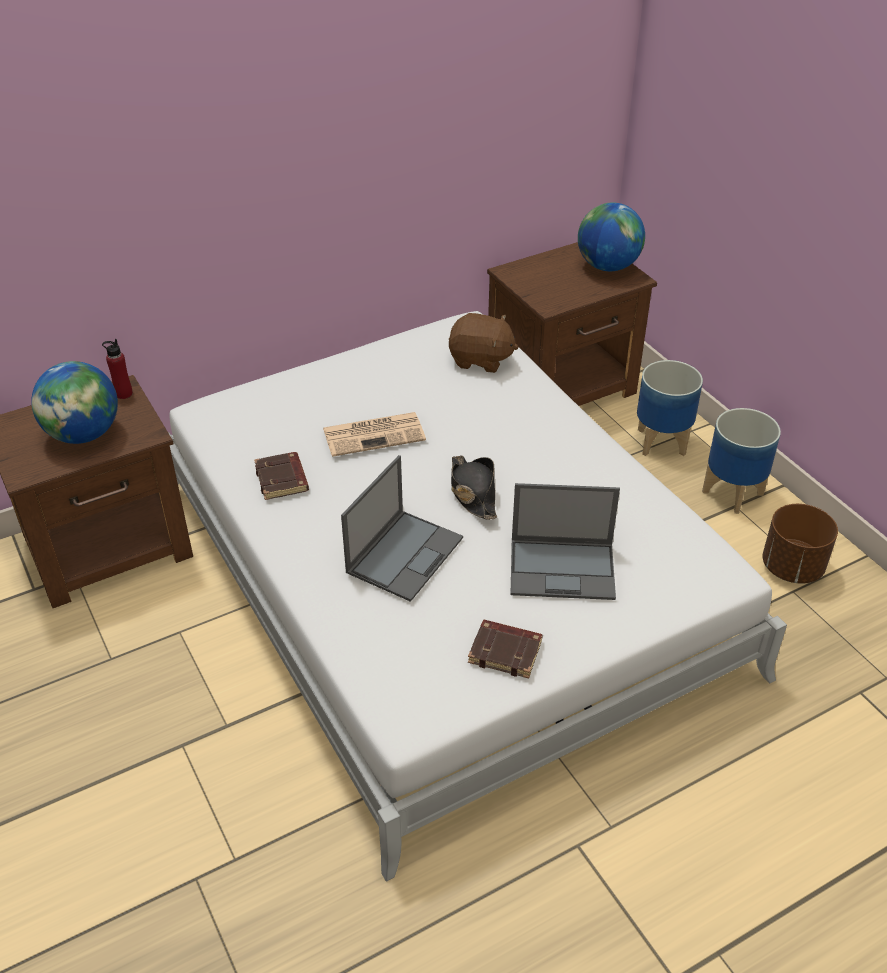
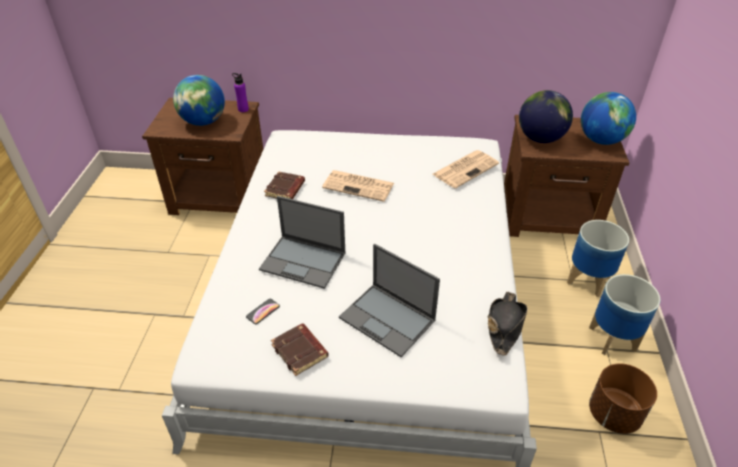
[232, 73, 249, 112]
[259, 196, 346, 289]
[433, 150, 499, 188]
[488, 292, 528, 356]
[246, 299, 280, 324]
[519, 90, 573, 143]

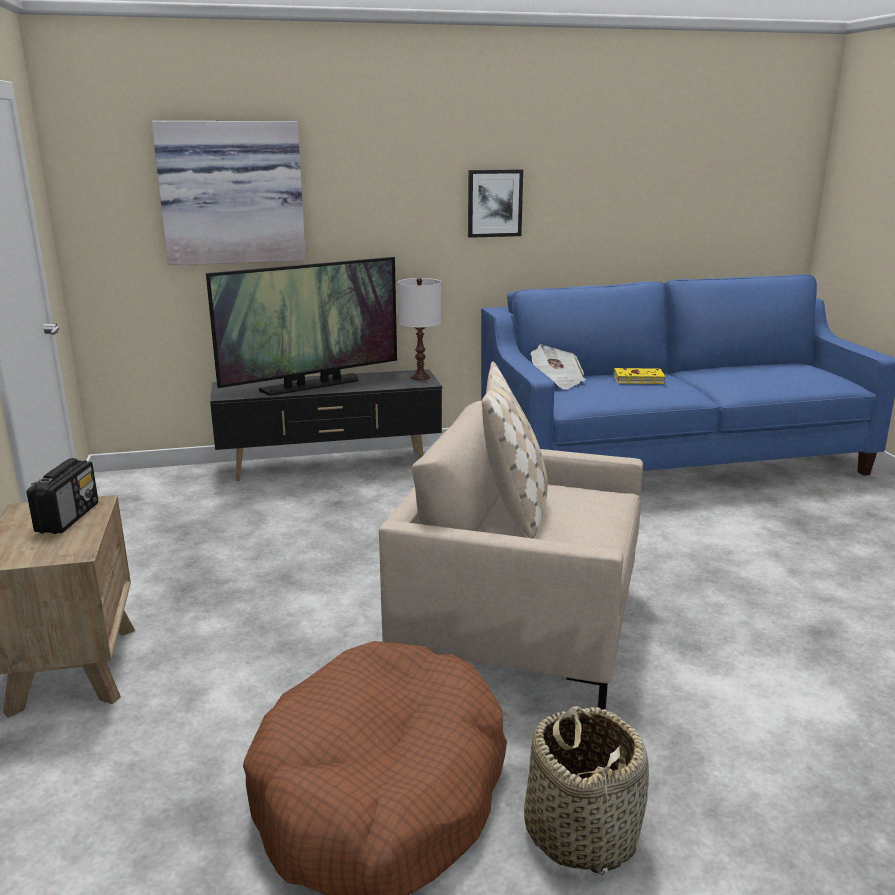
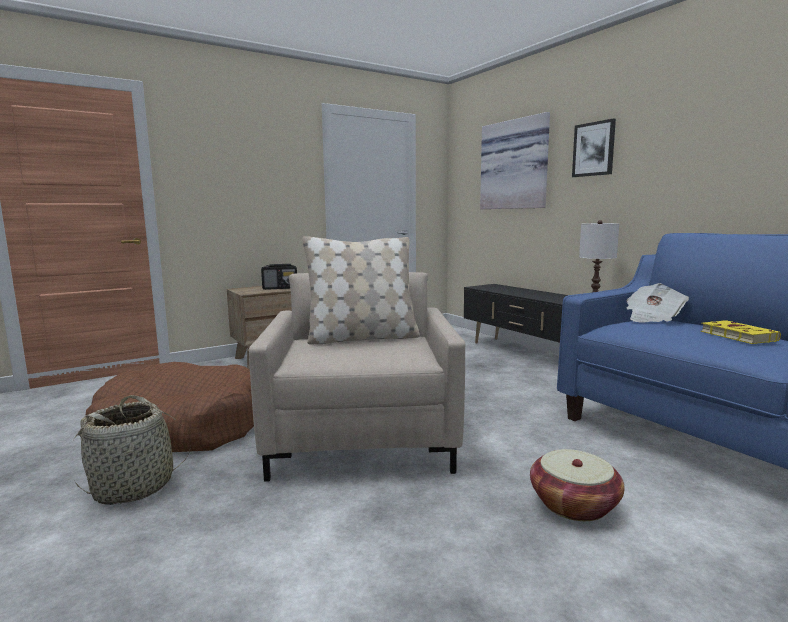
[206, 257, 397, 396] (first image)
[572, 118, 616, 177]
[530, 449, 625, 521]

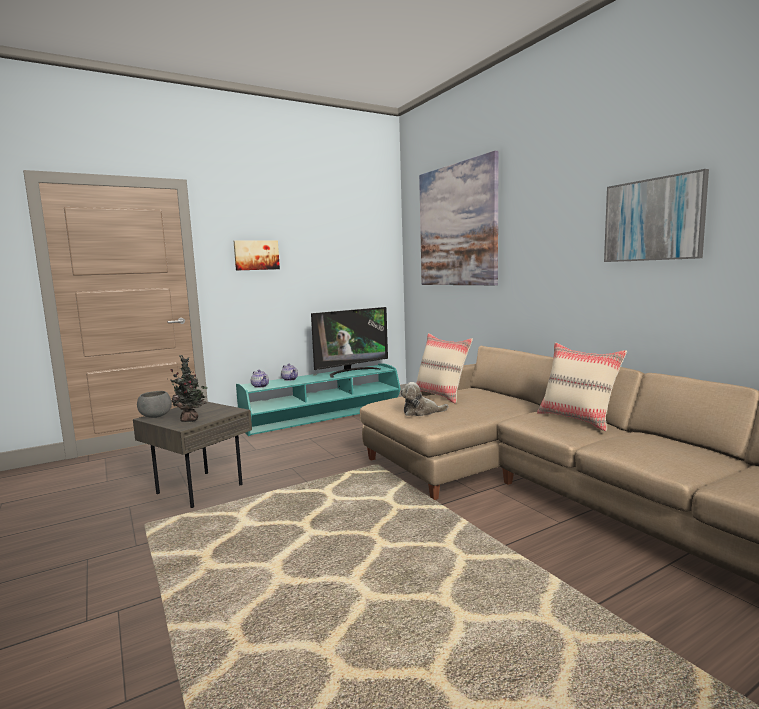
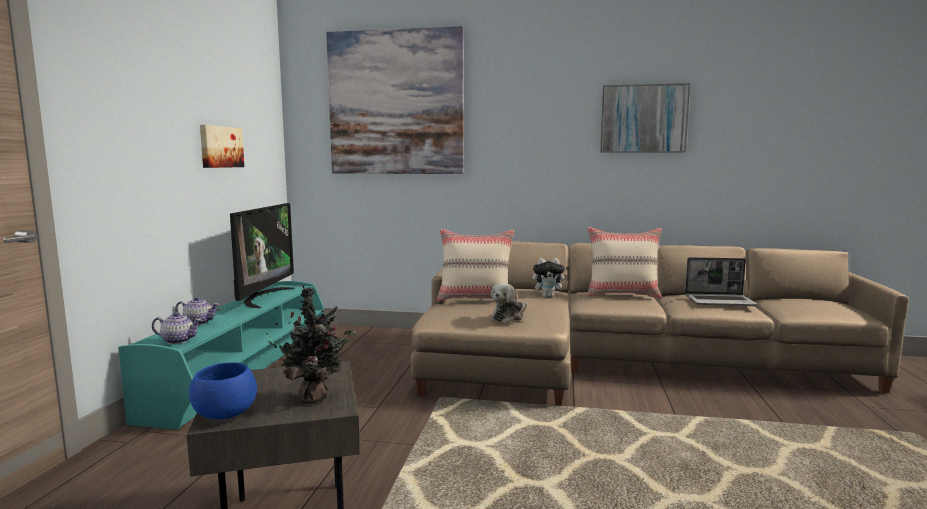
[189, 362, 257, 420]
[200, 125, 244, 168]
[532, 258, 568, 297]
[685, 257, 758, 306]

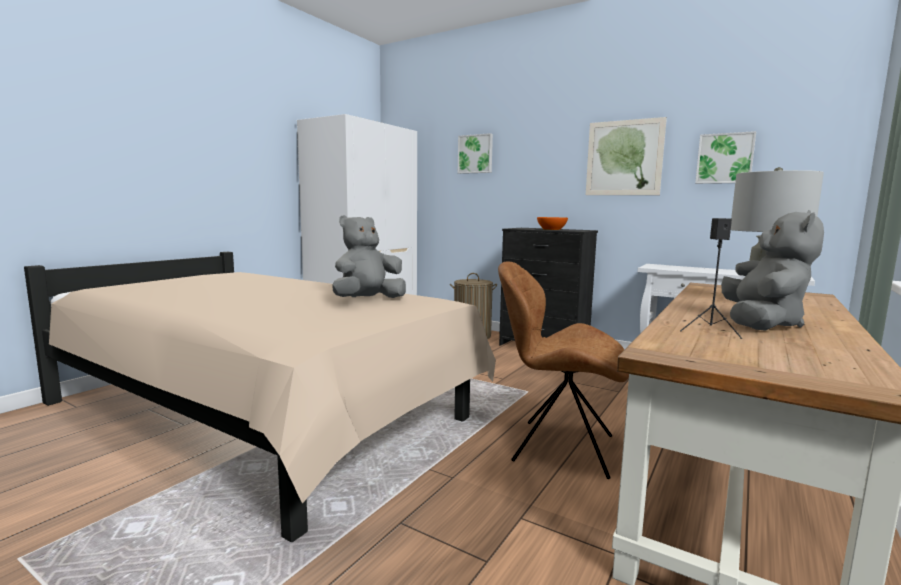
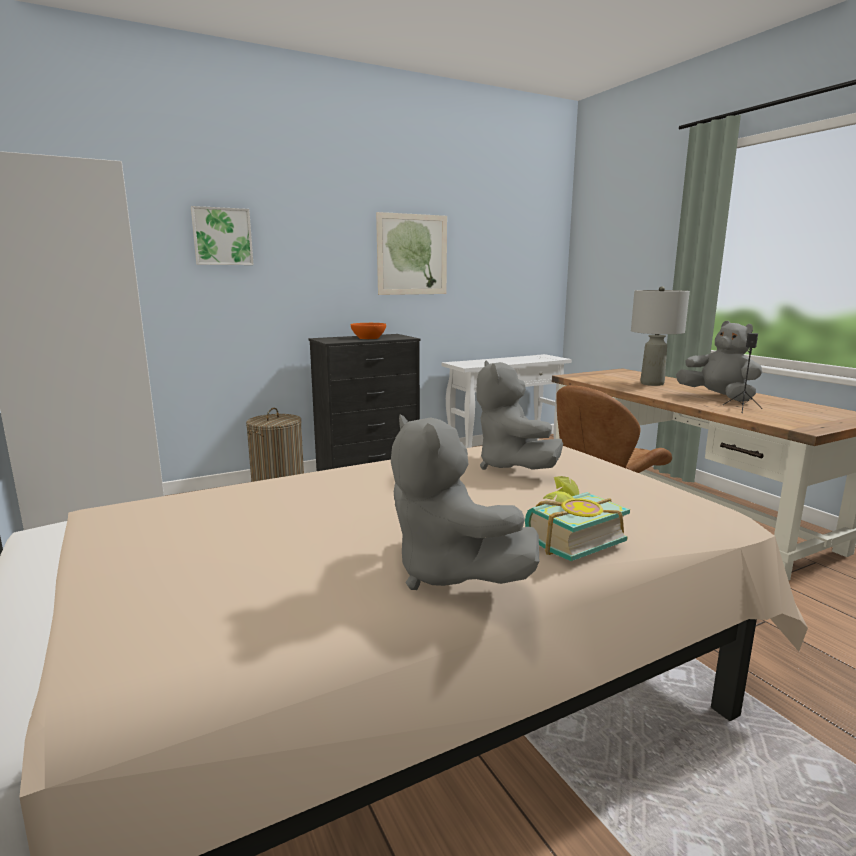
[695, 131, 756, 184] (first image)
[391, 415, 539, 590]
[525, 476, 630, 561]

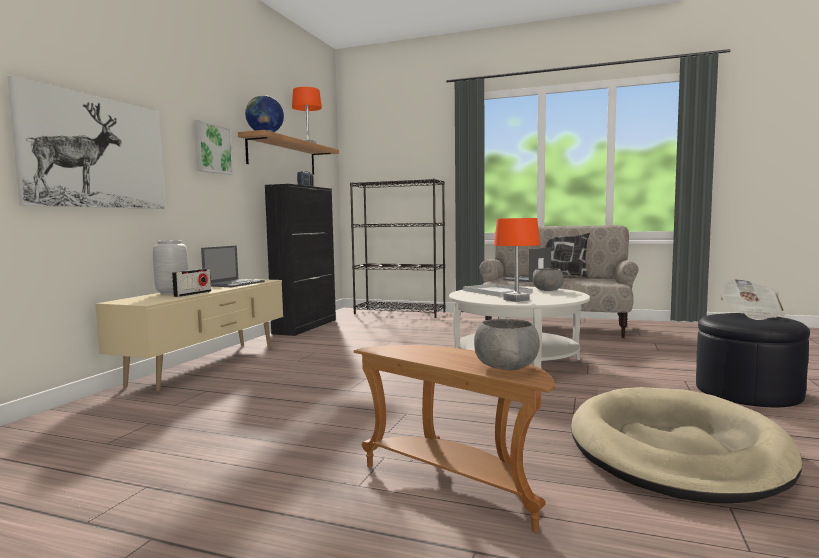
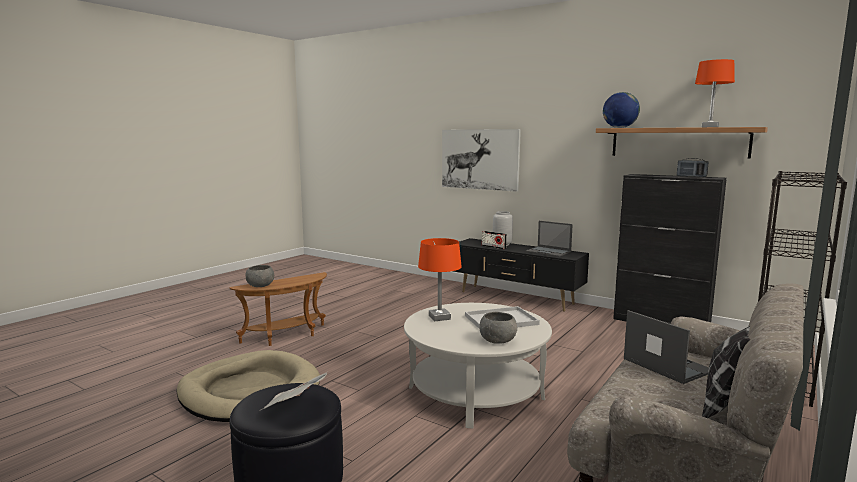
[454, 238, 589, 312]
[194, 120, 234, 175] (first image)

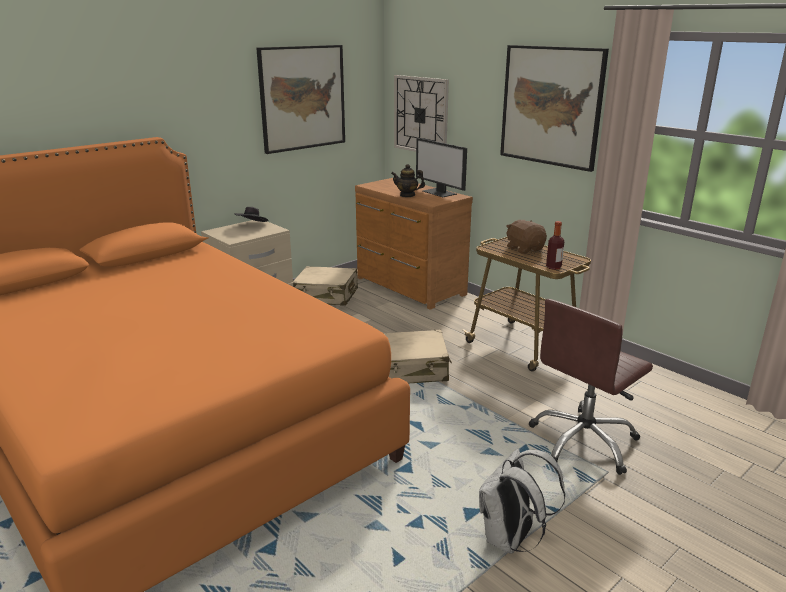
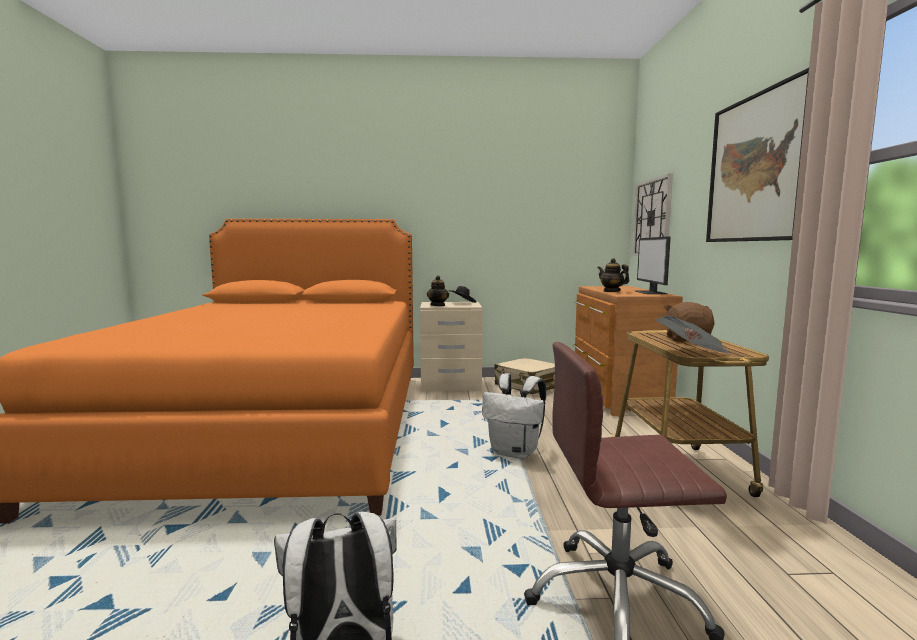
[256, 45, 345, 154] (first image)
[482, 373, 546, 459]
[656, 316, 731, 353]
[427, 275, 449, 306]

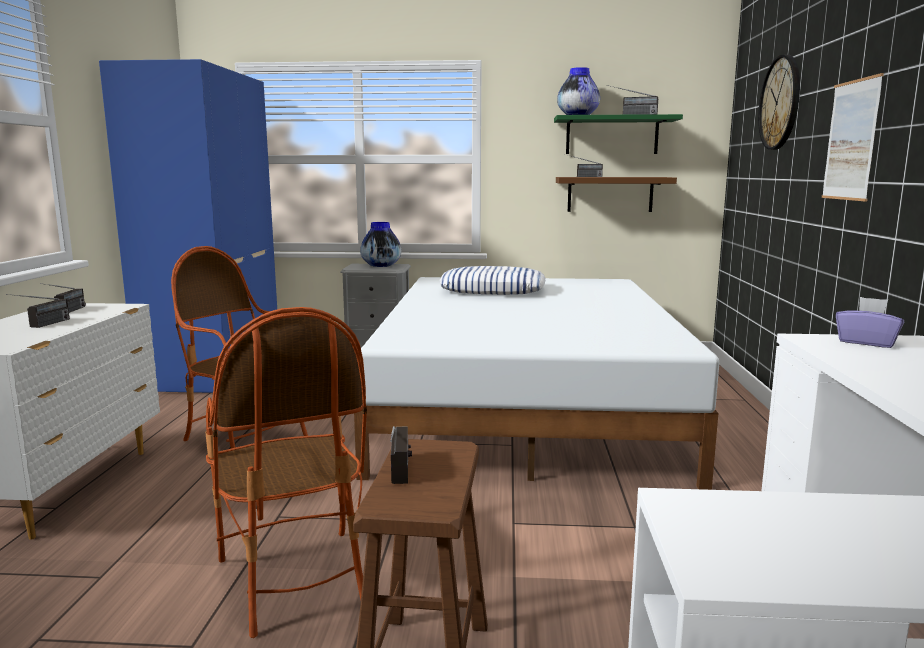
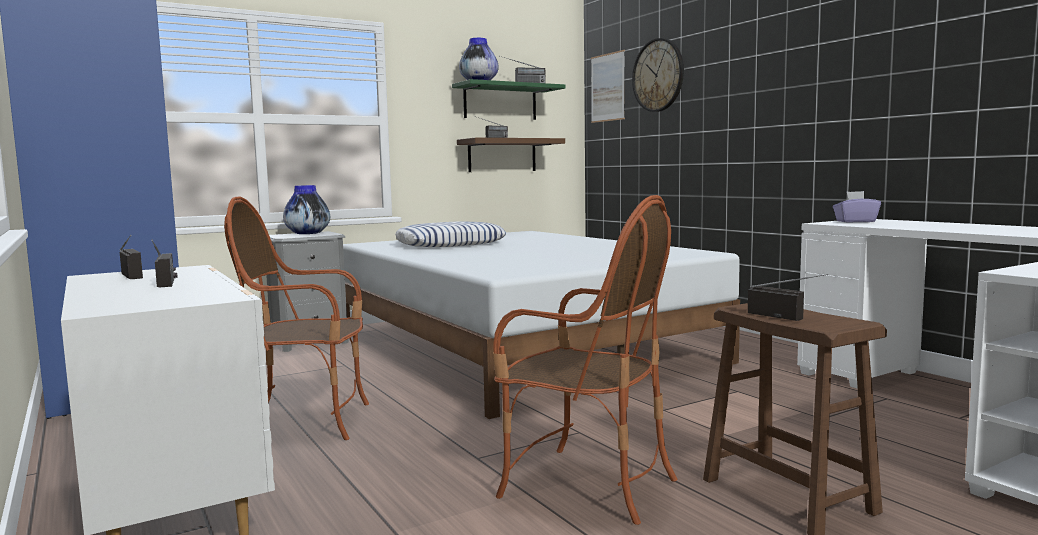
[591, 50, 625, 123]

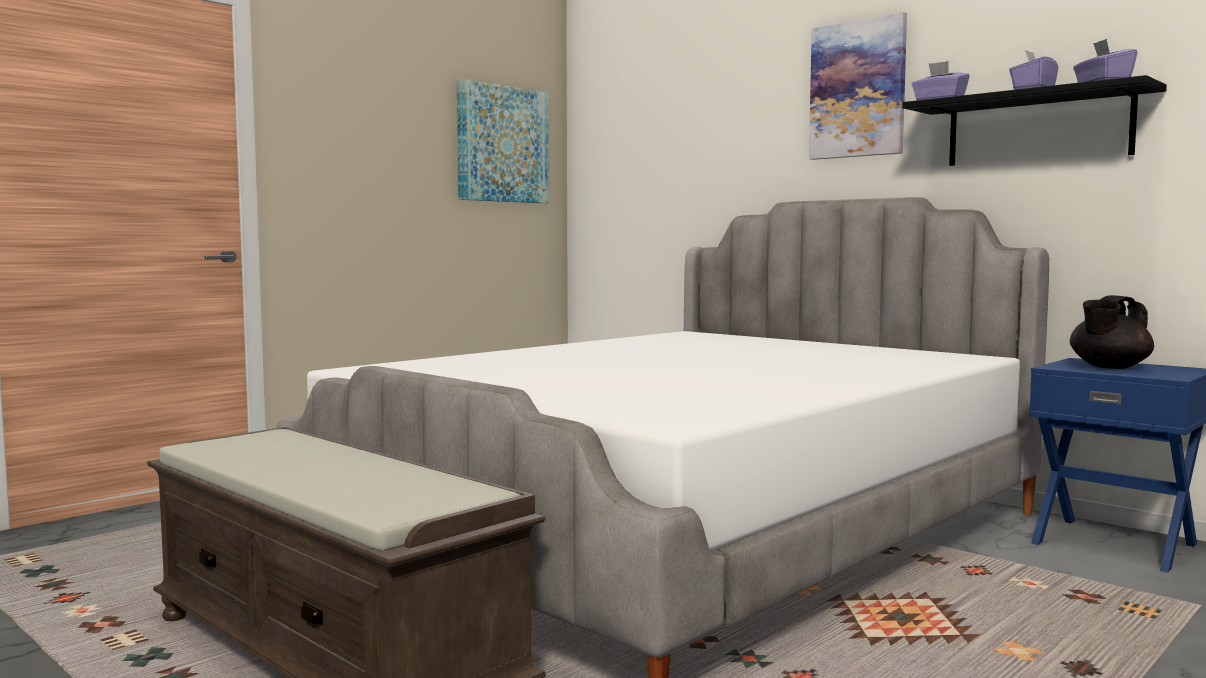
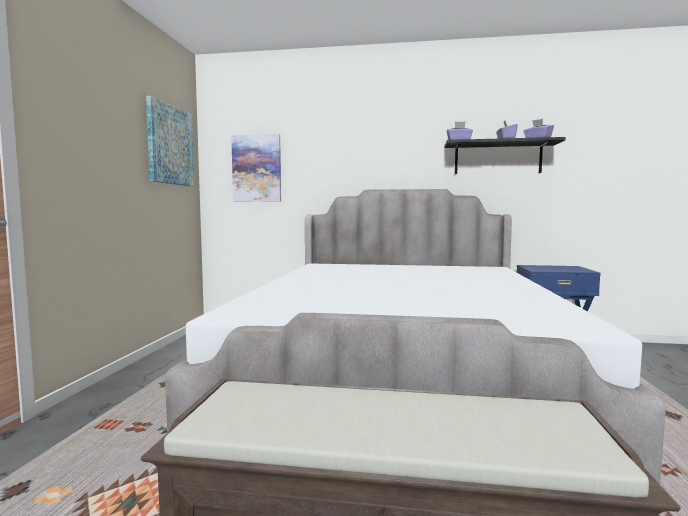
[231, 134, 281, 202]
[1070, 295, 1154, 369] (first image)

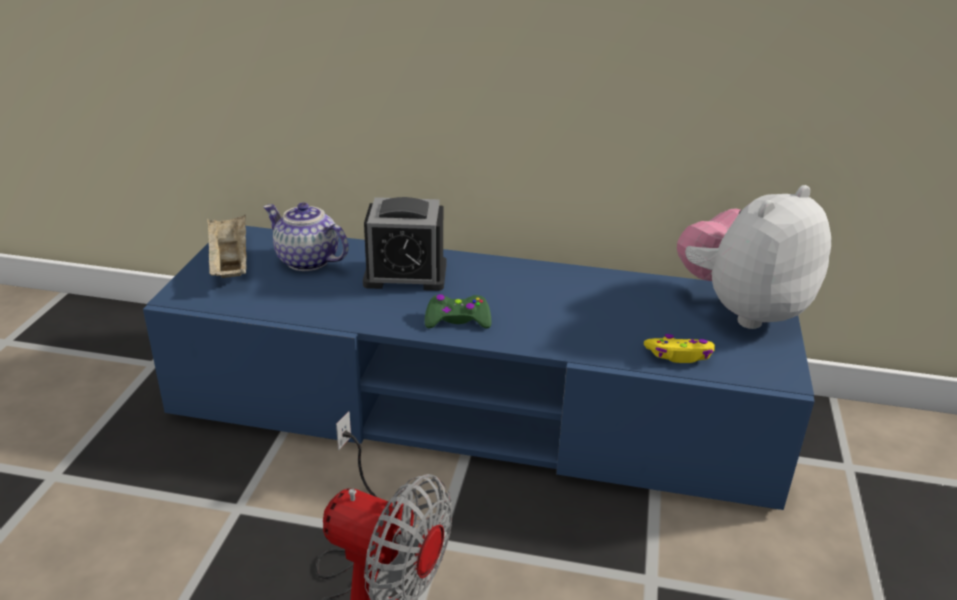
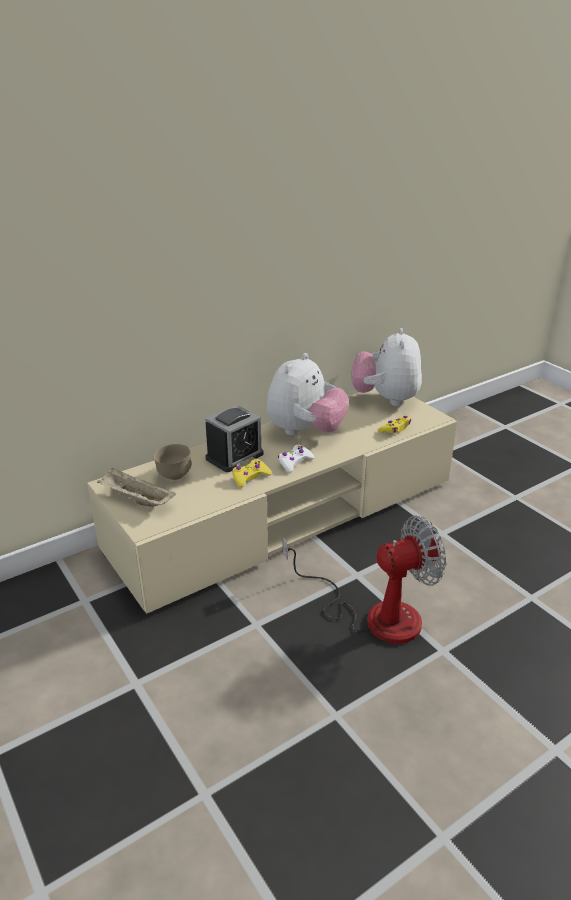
[87, 388, 457, 614]
[153, 444, 192, 480]
[278, 445, 314, 473]
[232, 459, 272, 488]
[267, 353, 349, 435]

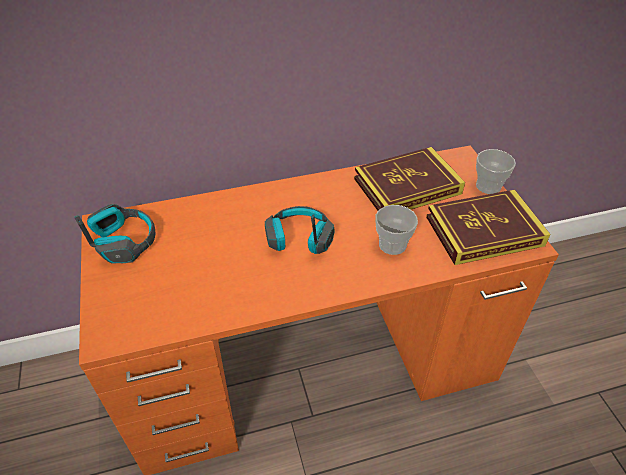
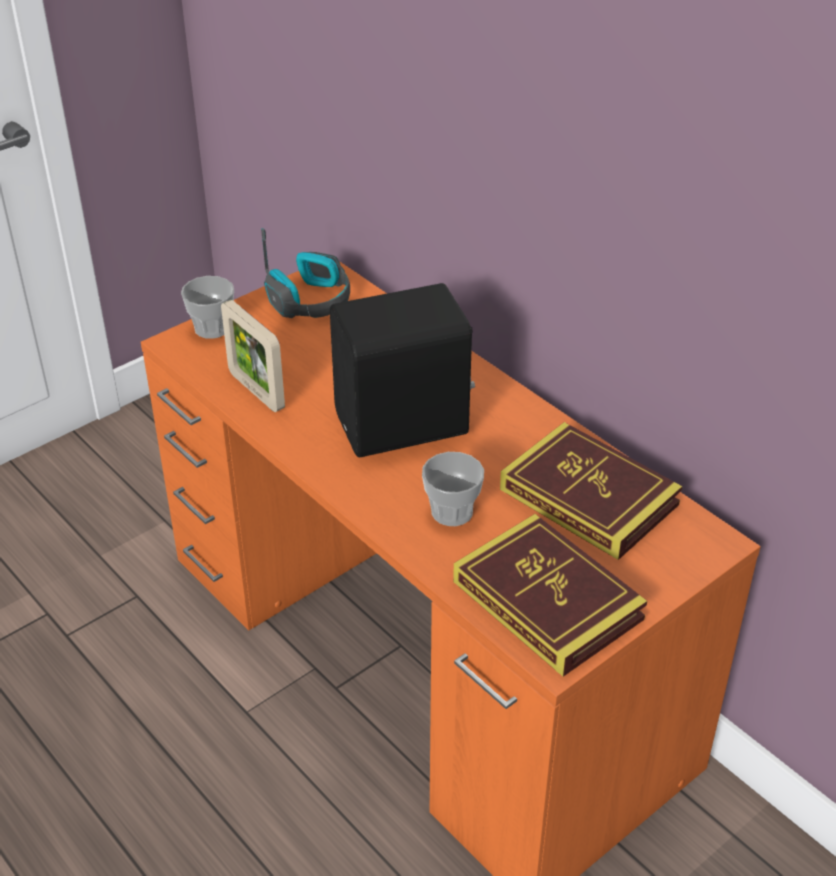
[330, 283, 475, 457]
[181, 276, 234, 339]
[221, 300, 285, 412]

